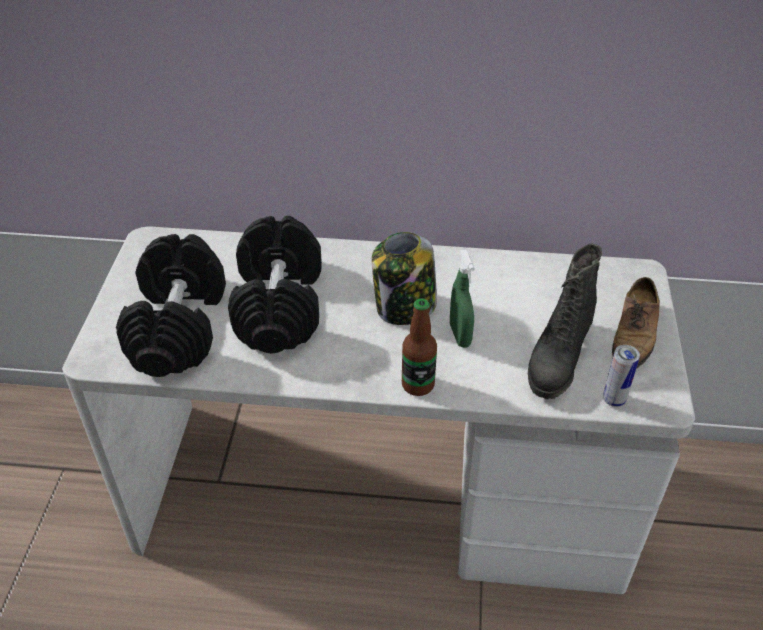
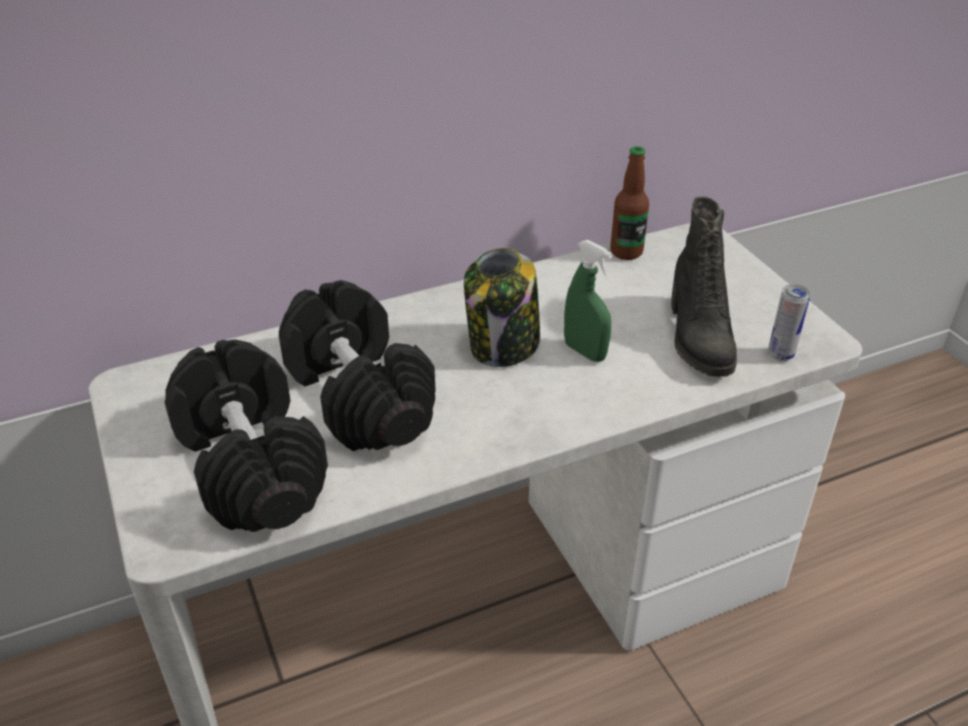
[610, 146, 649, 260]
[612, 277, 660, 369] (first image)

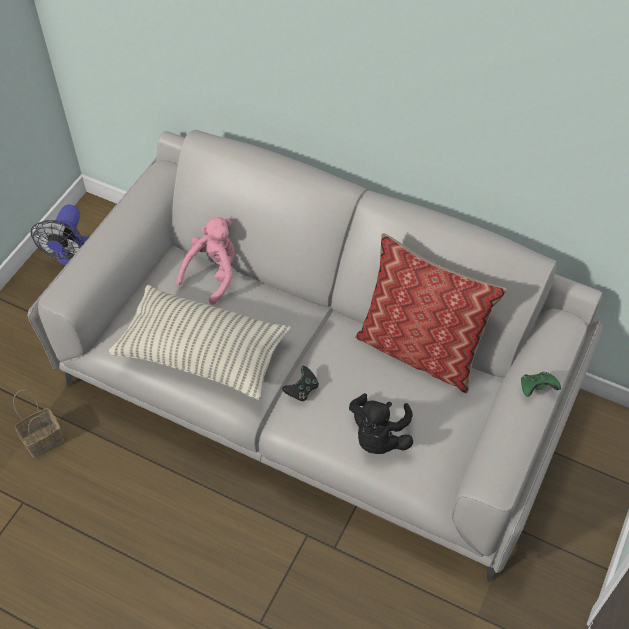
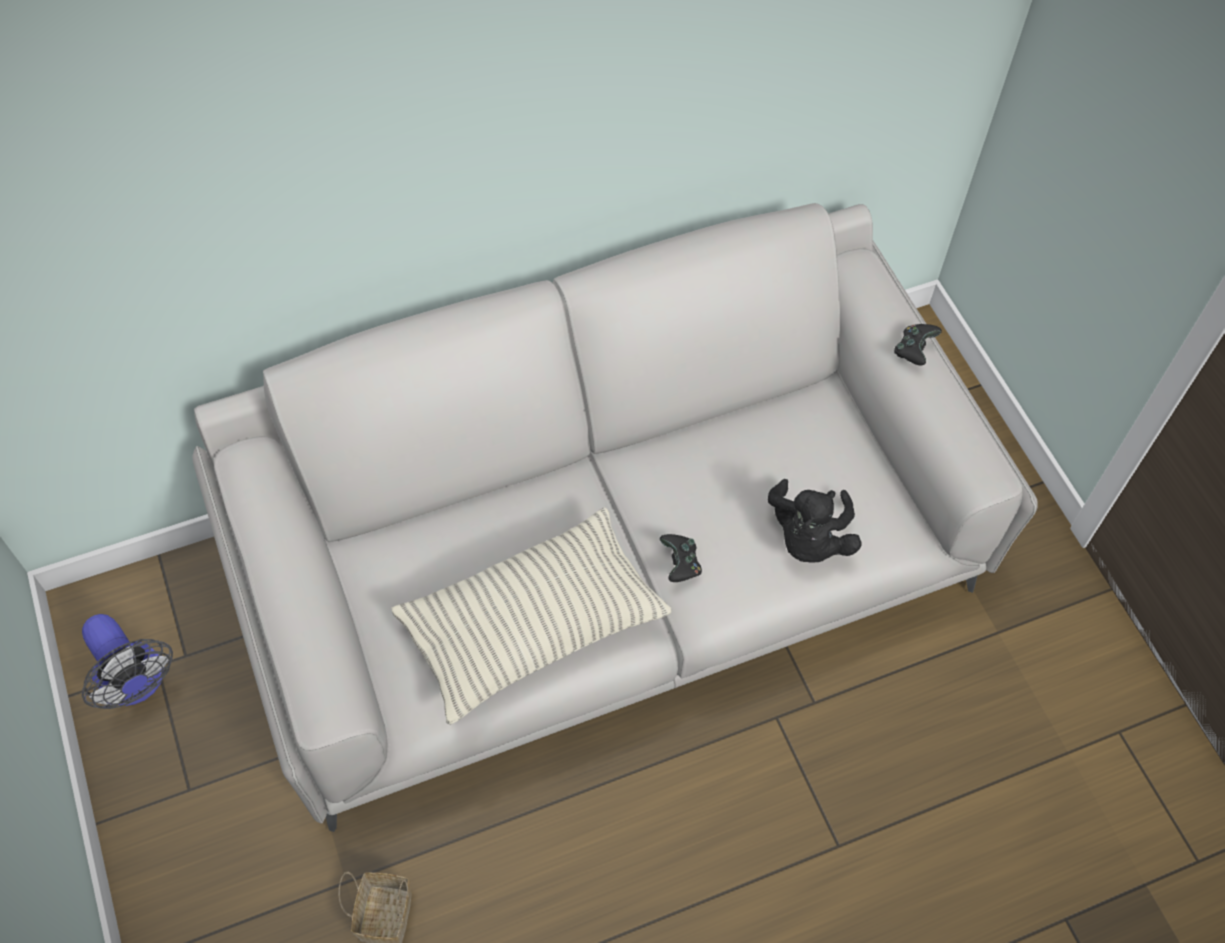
[176, 217, 235, 305] (first image)
[768, 479, 862, 563]
[355, 233, 507, 393] (first image)
[894, 324, 942, 365]

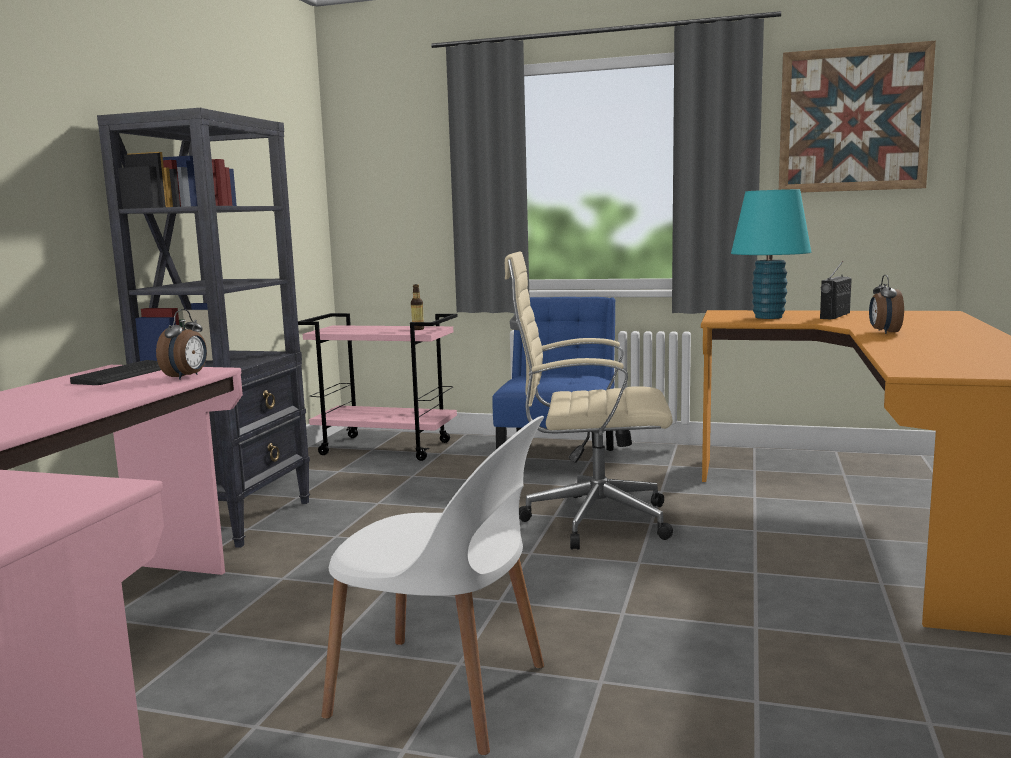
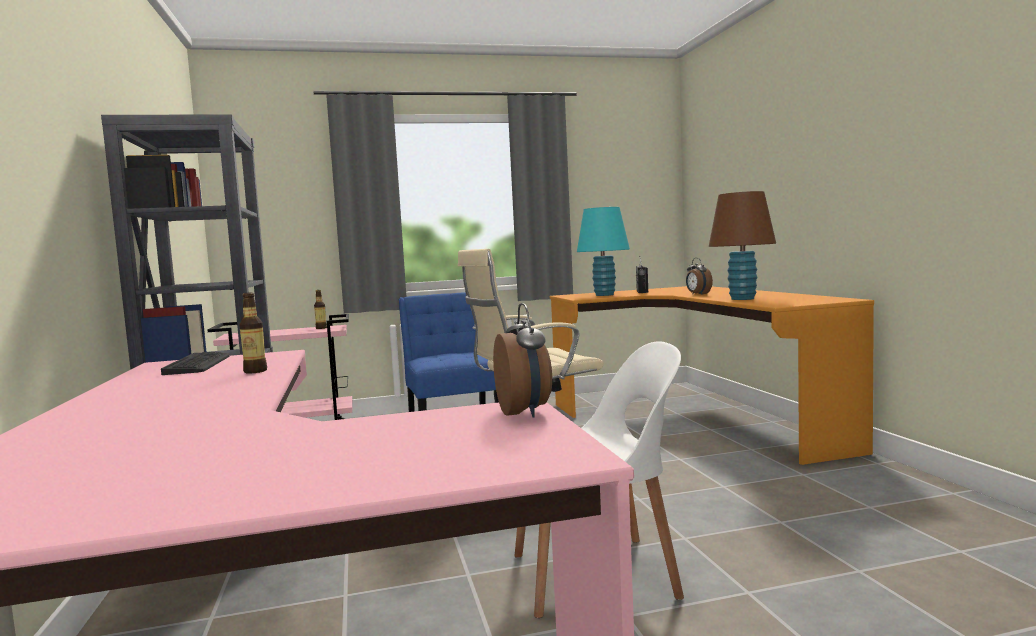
[493, 303, 552, 417]
[779, 41, 936, 193] (first image)
[239, 292, 267, 374]
[709, 191, 776, 300]

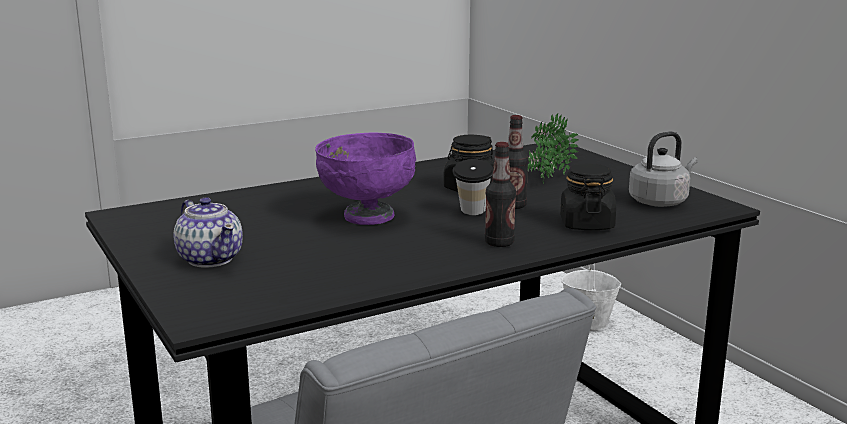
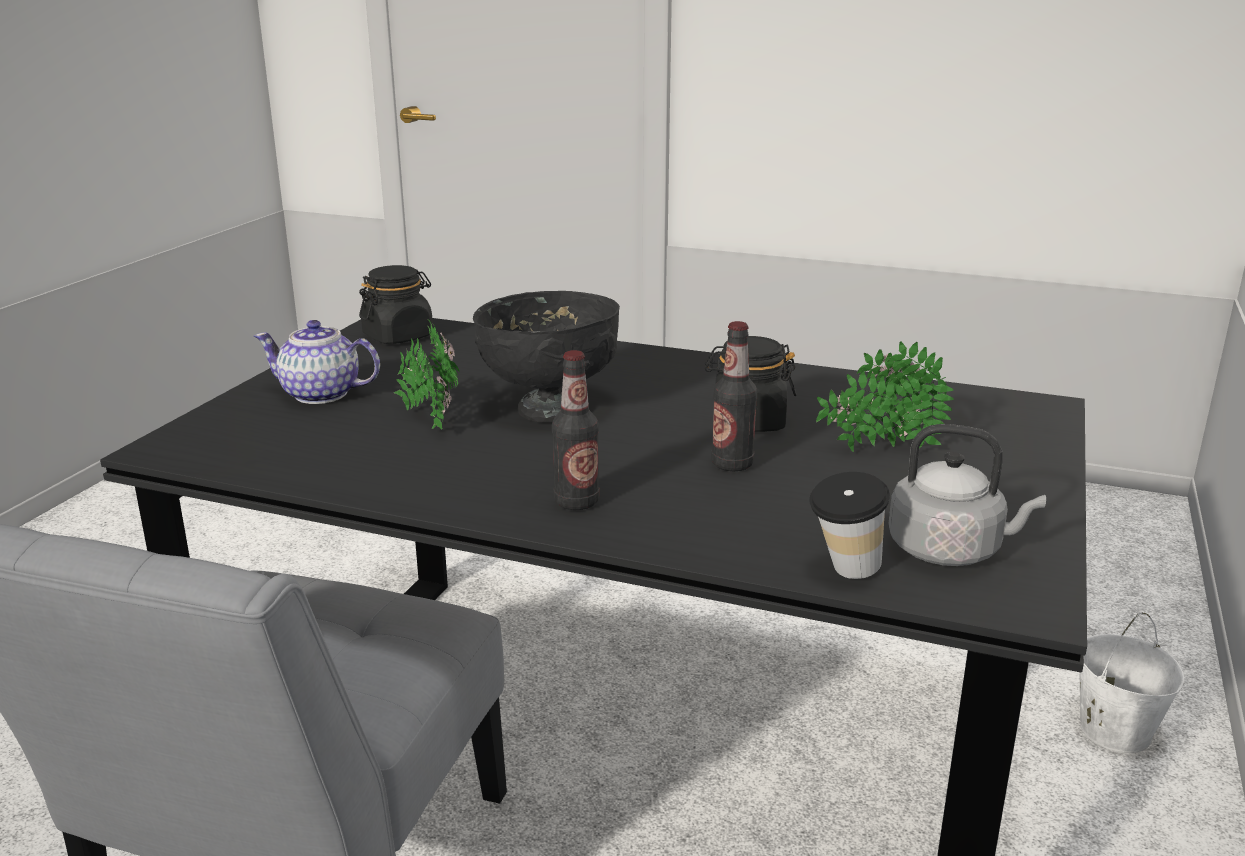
[254, 320, 380, 404]
[473, 291, 620, 423]
[809, 472, 890, 579]
[359, 265, 433, 344]
[393, 320, 460, 430]

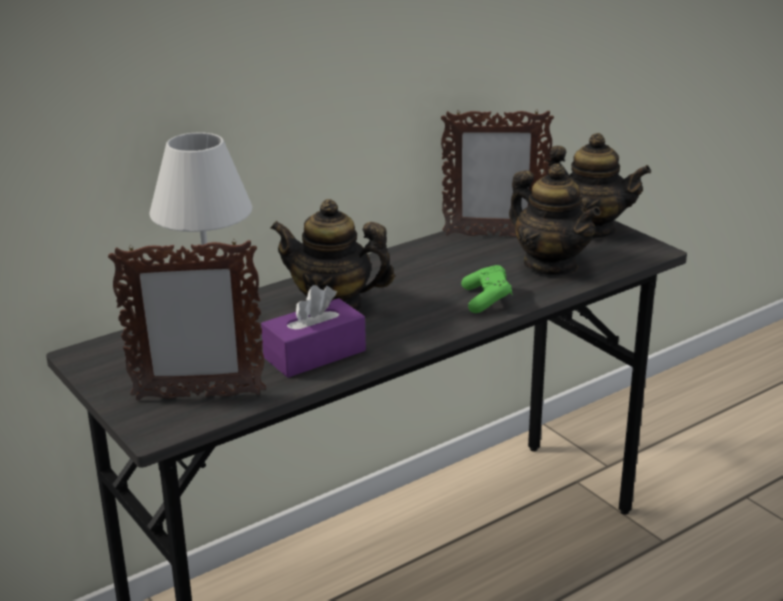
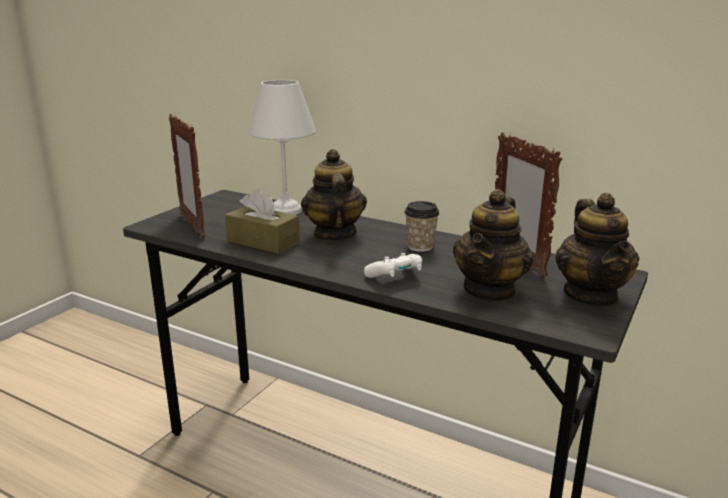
[225, 189, 300, 254]
[364, 253, 422, 278]
[404, 201, 439, 252]

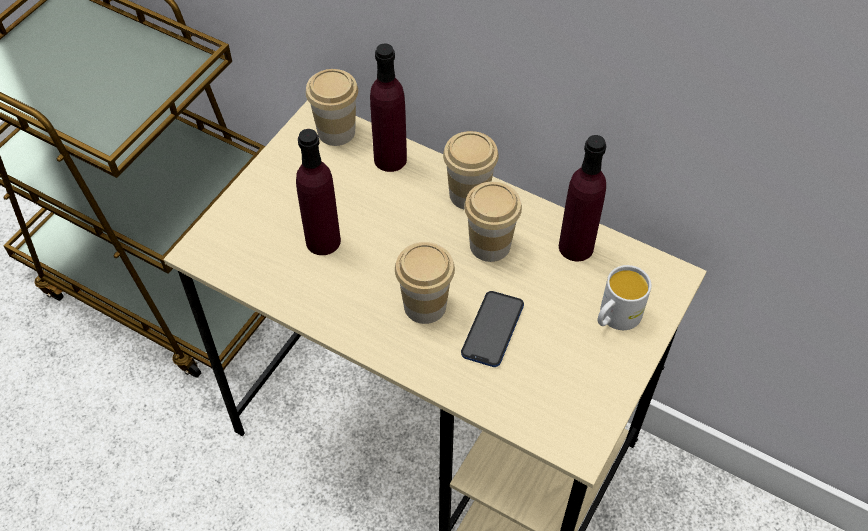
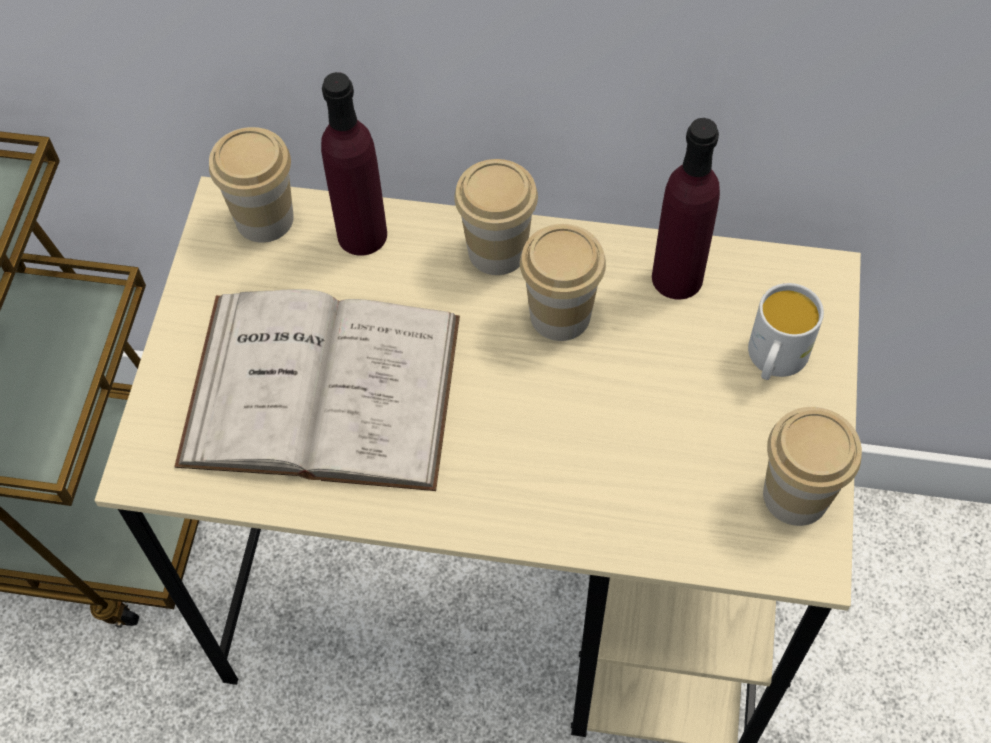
[174, 289, 460, 491]
[763, 407, 862, 526]
[461, 291, 524, 367] (first image)

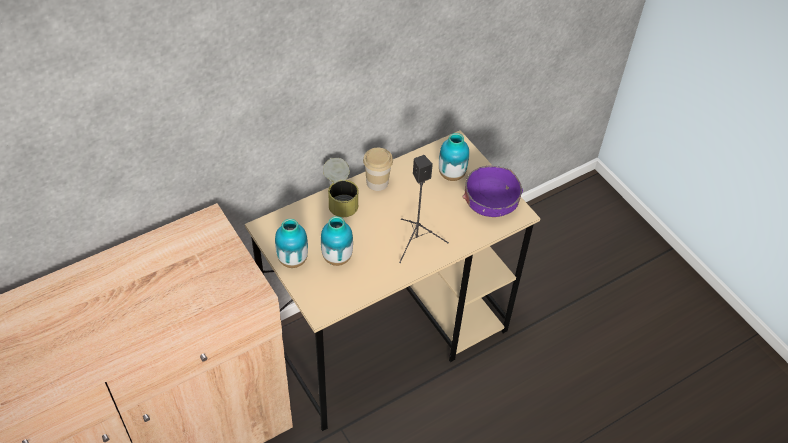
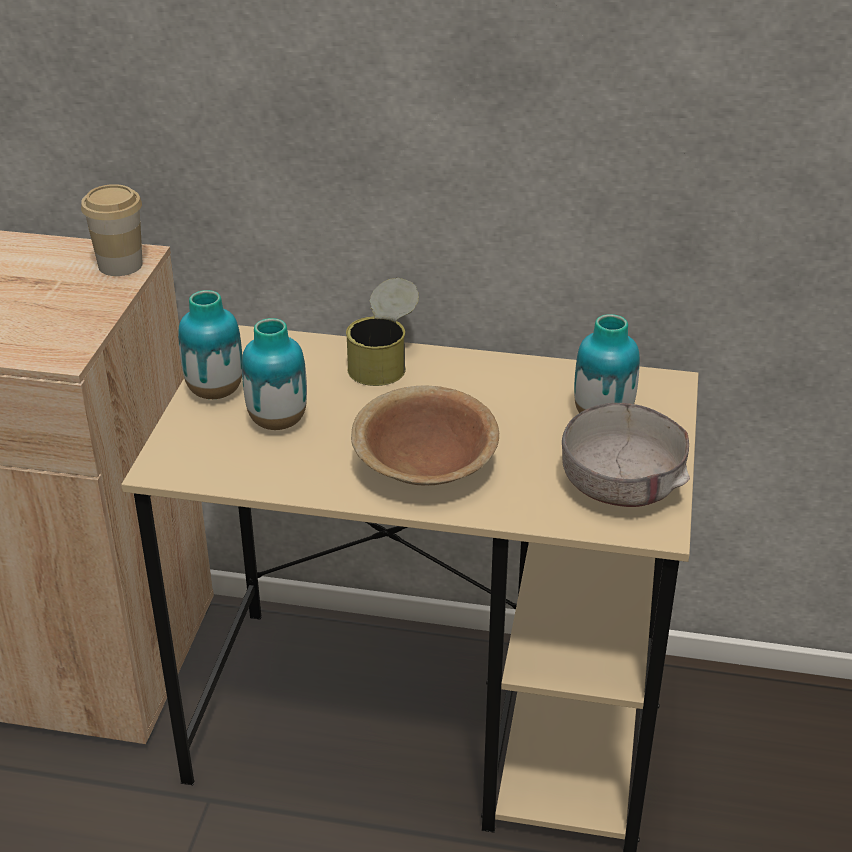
[81, 184, 143, 276]
[351, 386, 499, 485]
[562, 403, 690, 507]

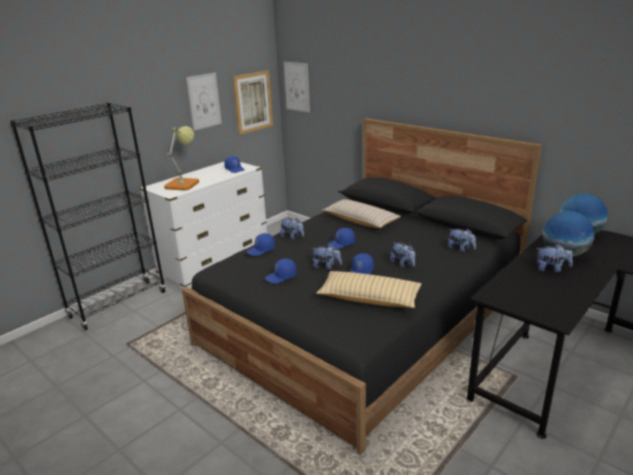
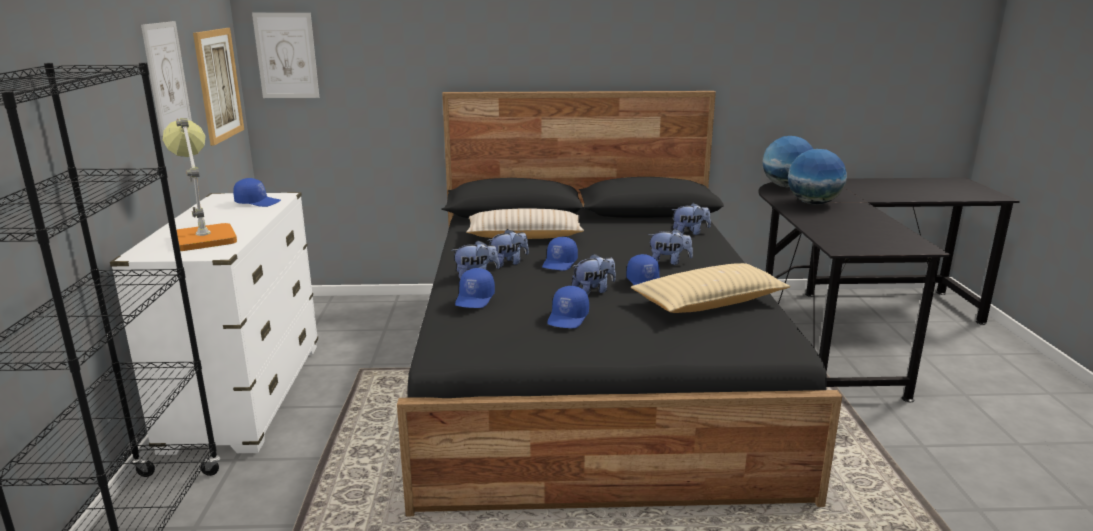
[487, 229, 529, 268]

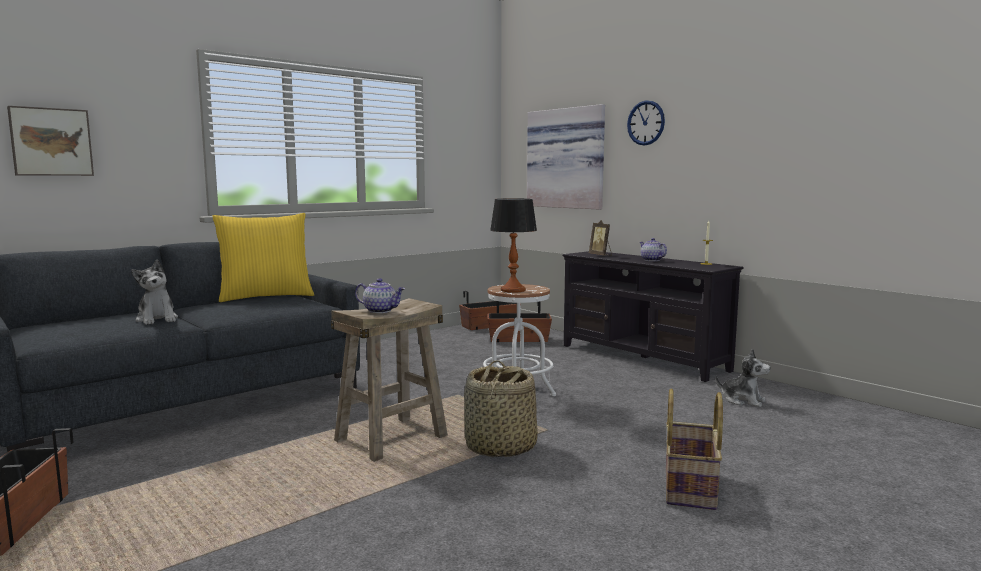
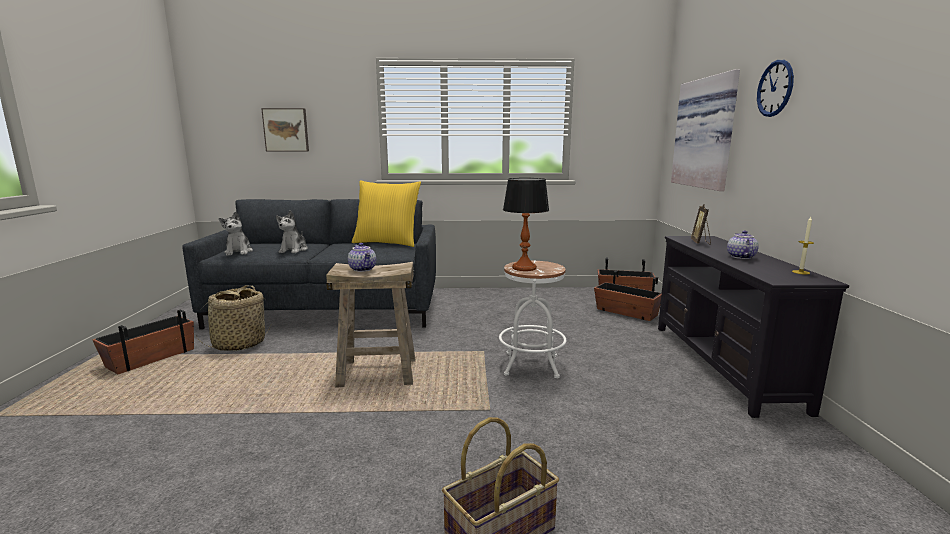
[197, 285, 271, 351]
[219, 212, 253, 256]

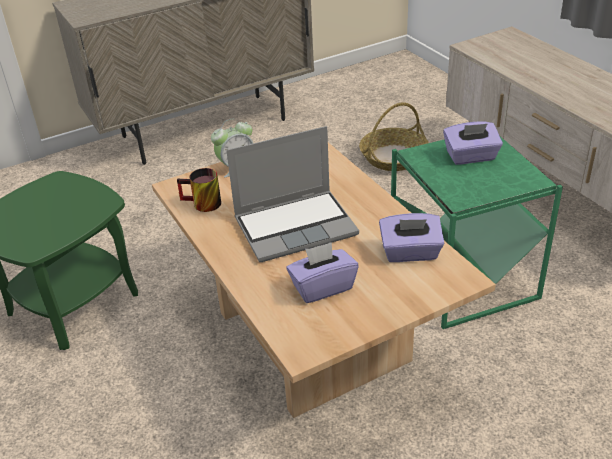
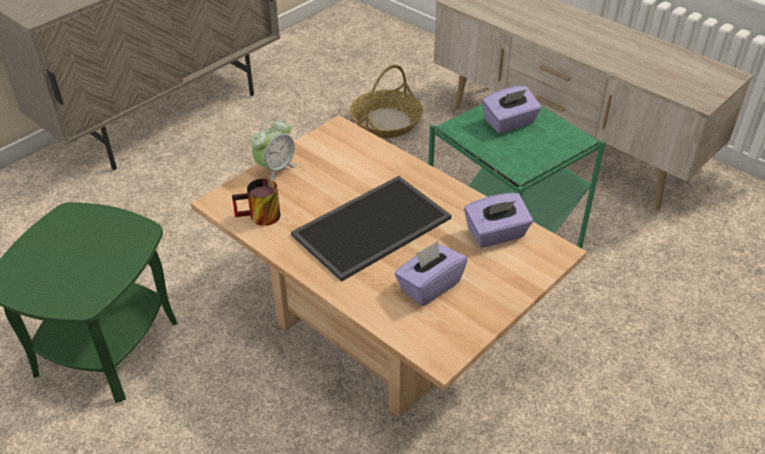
[291, 176, 451, 282]

